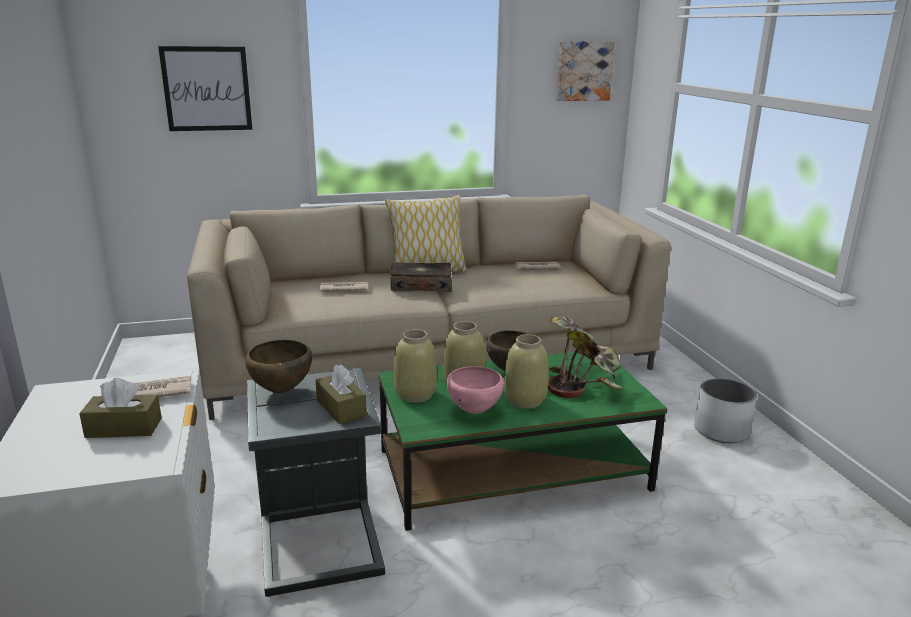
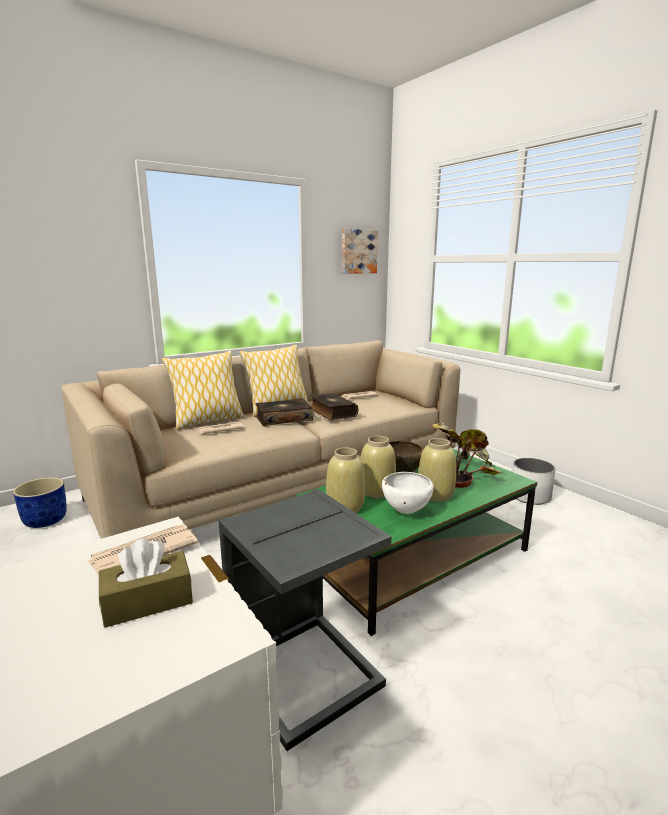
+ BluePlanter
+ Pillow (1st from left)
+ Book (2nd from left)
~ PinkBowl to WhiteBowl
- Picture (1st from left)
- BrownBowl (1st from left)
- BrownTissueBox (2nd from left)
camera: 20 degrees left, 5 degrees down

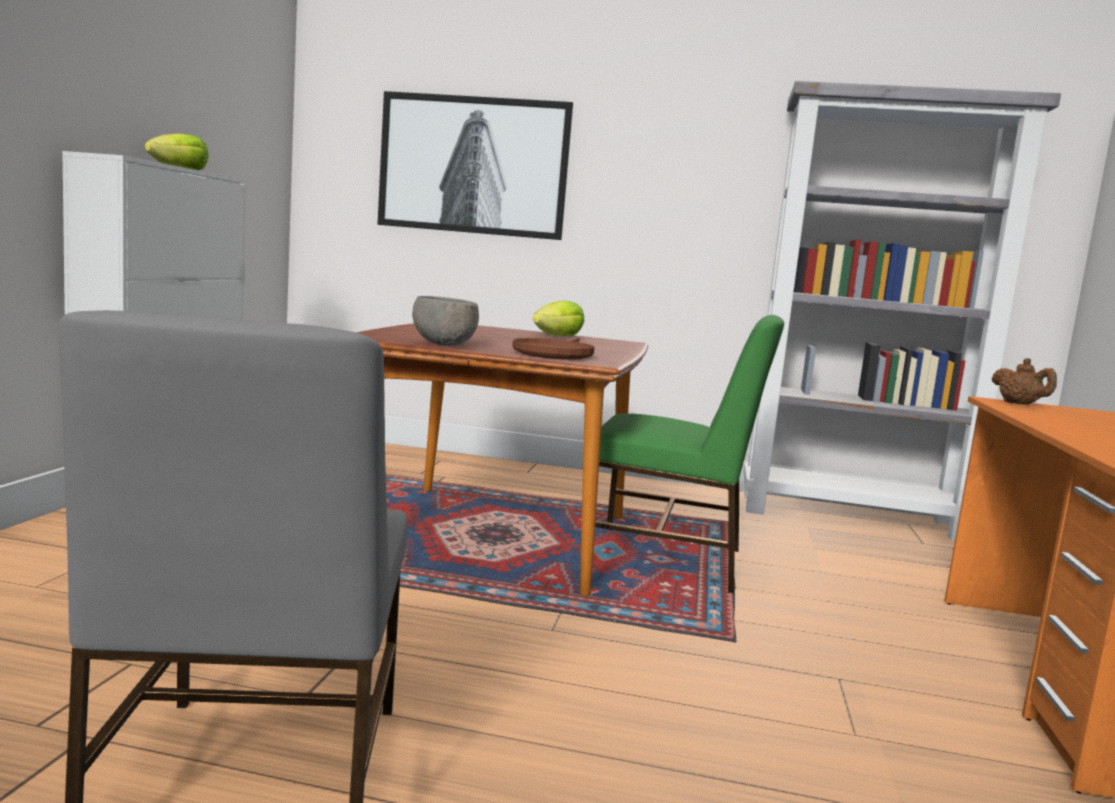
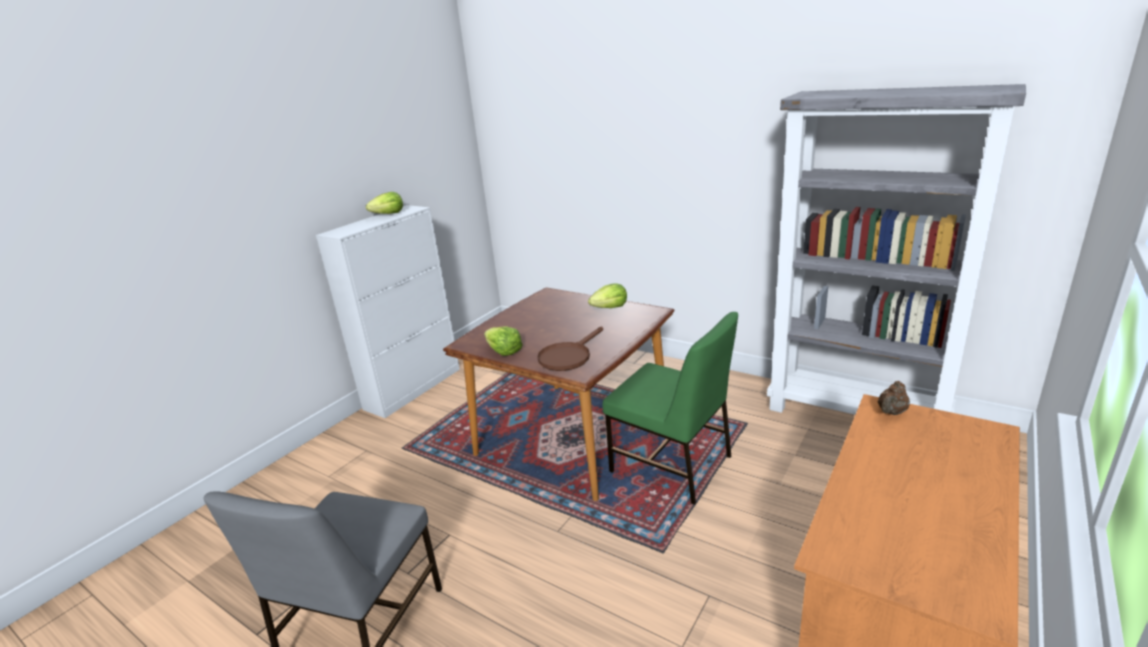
~ GreyBowl to Lettuce (2nd from left)
~ BrownTeapot 45 degrees clockwise
- Picture
camera: 25 degrees right, 15 degrees up

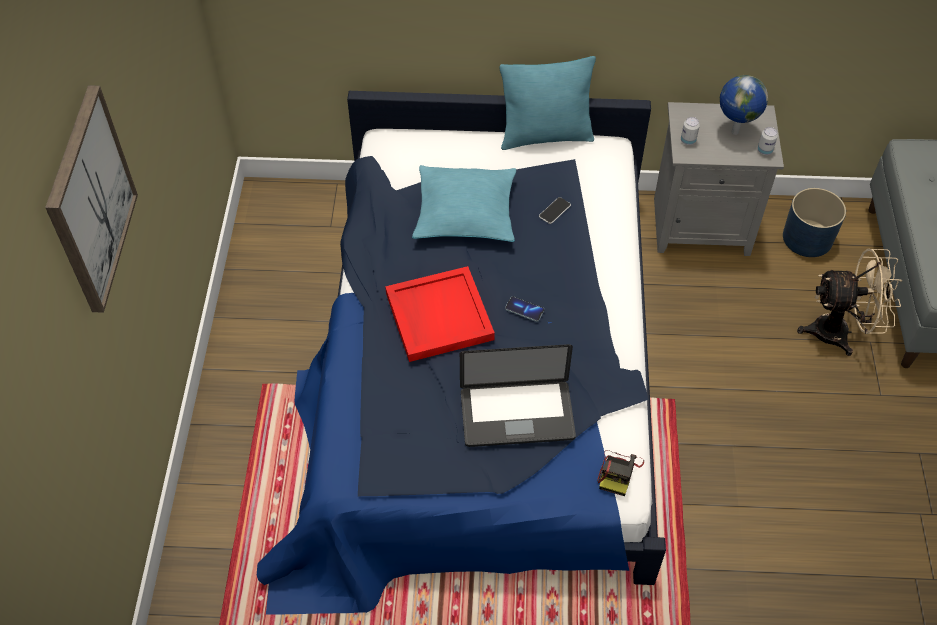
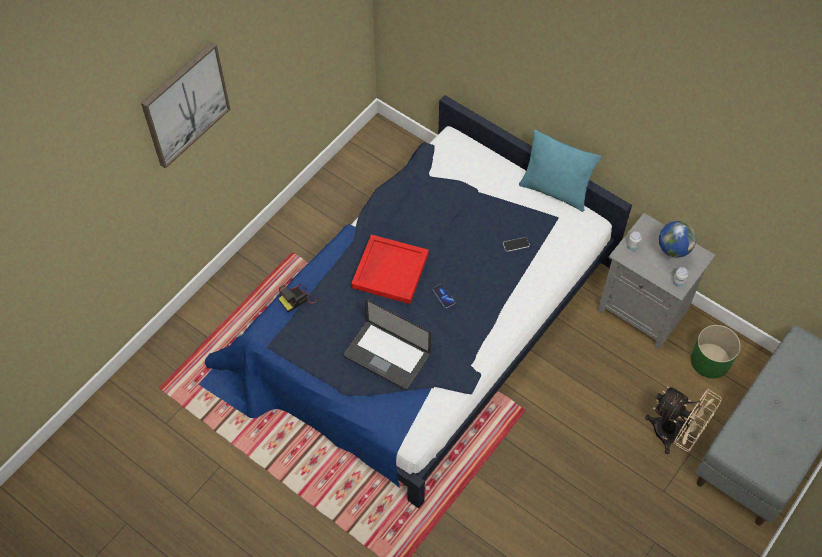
~ PhotoCamera
~ BluePlanter to GreenPlanter
- TurquoisePillow (1st from left)
camera: 35 degrees right, 5 degrees up

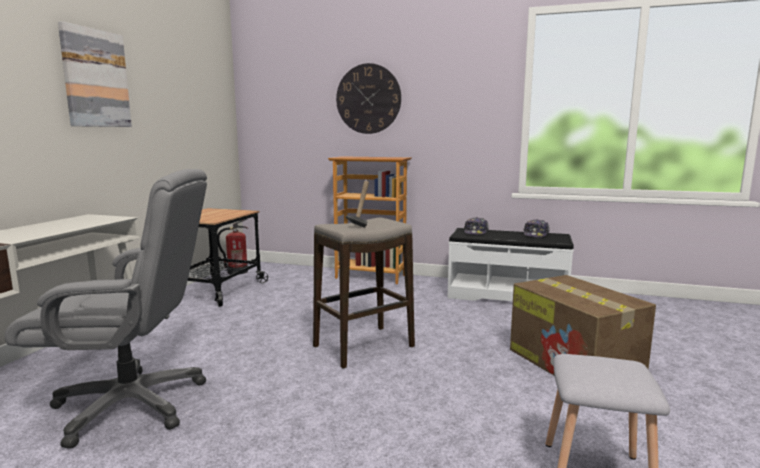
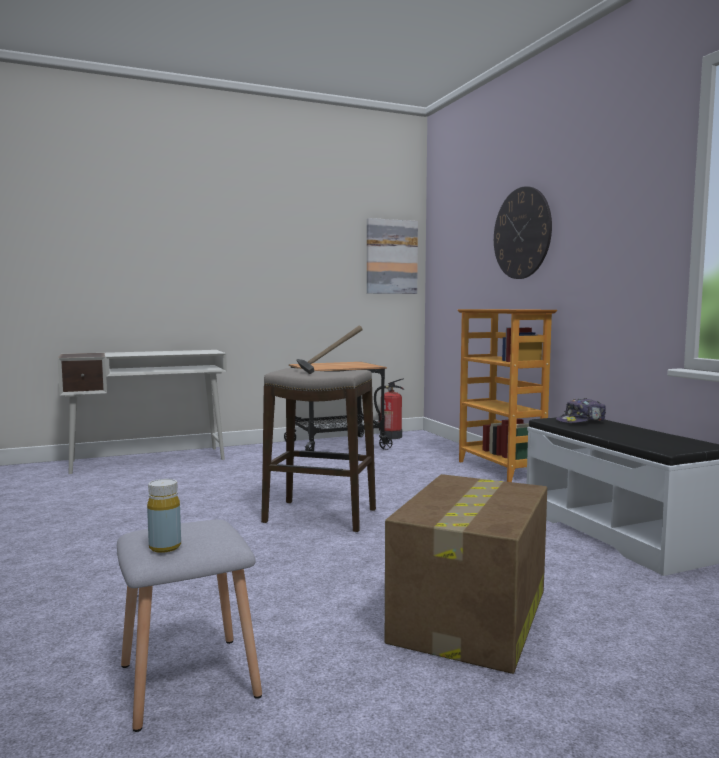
+ YellowBottle
~ Picture
- GreyOfficeChair
- Cap (2nd from left)
camera: 50 degrees right, 5 degrees down

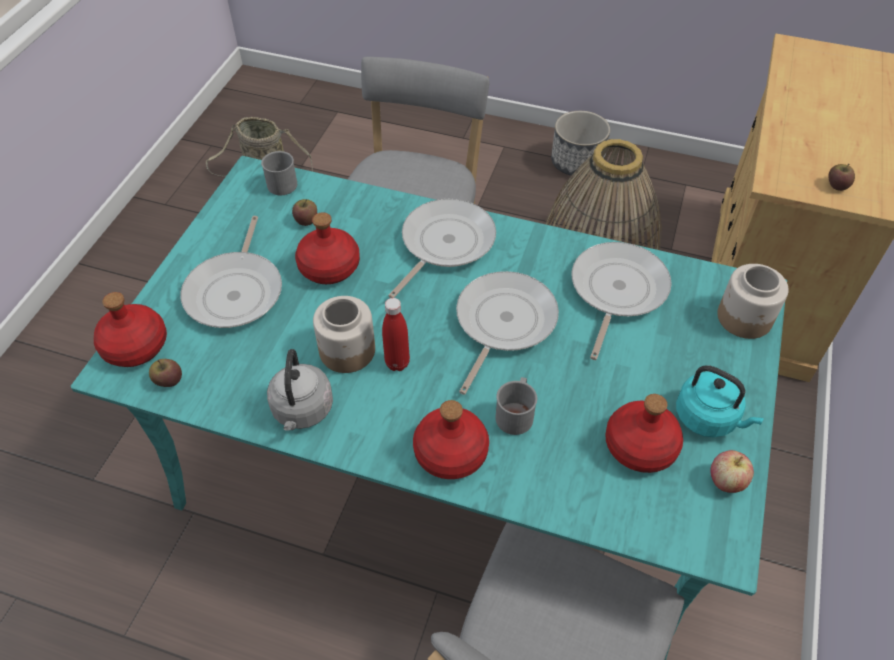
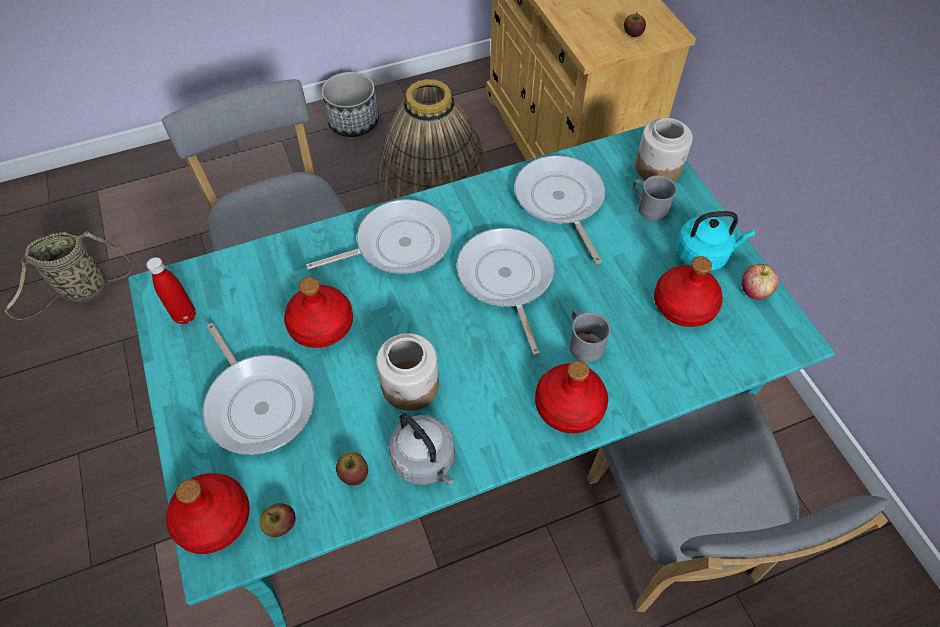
~ RedBottle (3rd from left in the first image) to RedBottle (1st from left)
~ FryingPan (2nd from left) 75 degrees clockwise
~ Apple (2nd from left)
~ GreyMug (1st from left in the first image) to GreyMug (2nd from left)
camera: 40 degrees left, 5 degrees up

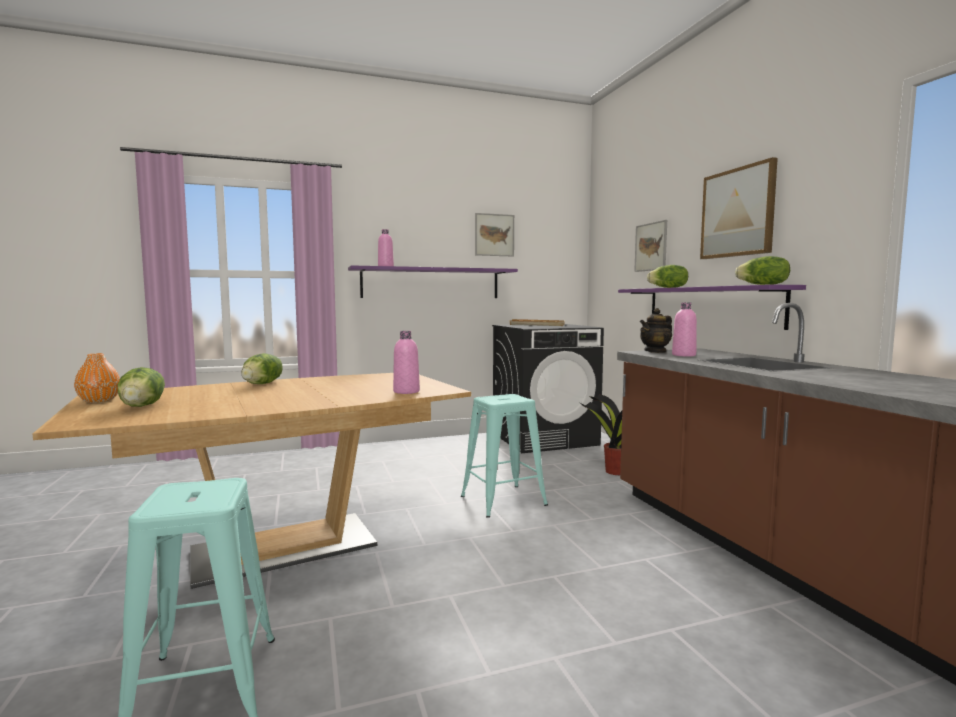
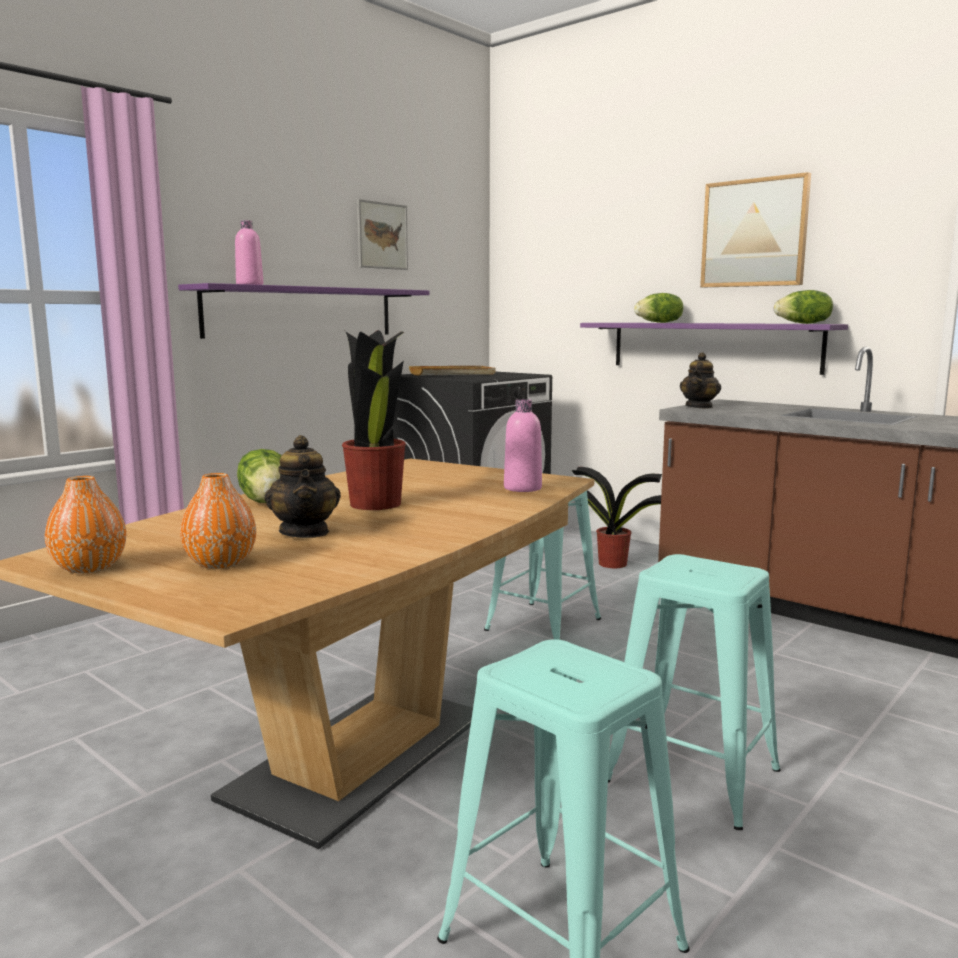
~ Lettuce (1st from left) to OrangeVase (2nd from left)
+ Teapot (1st from left)
+ PottedPlant (1st from left)
+ TurquoiseStool (3rd from left)
- Picture (2nd from left)
- PinkBottle (3rd from left)
camera: 30 degrees left, 5 degrees up

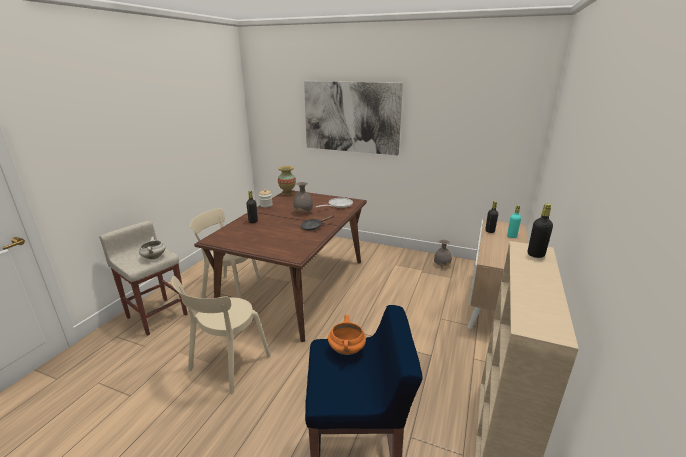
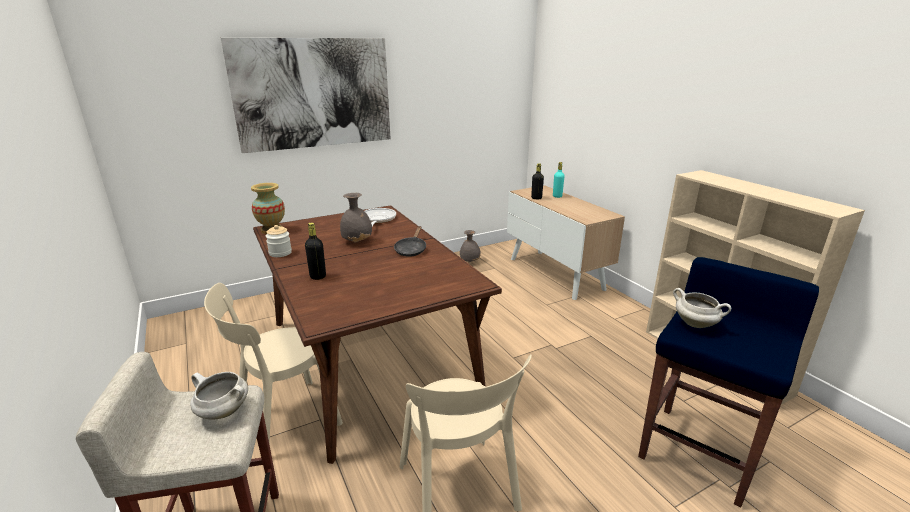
~ OrangeCookingPot to WhiteCookingPot (2nd from left)
- BlackBottle (3rd from left)
camera: 50 degrees left, 0 degrees up

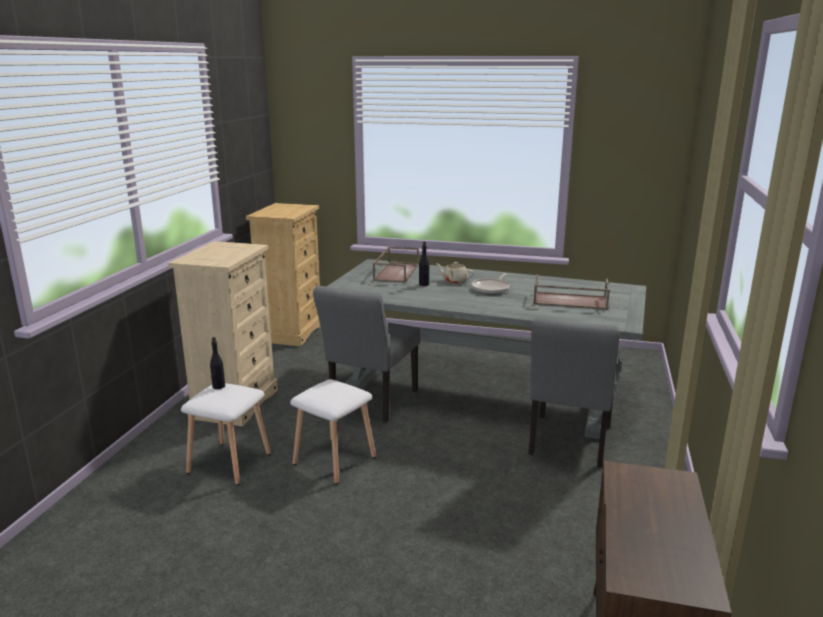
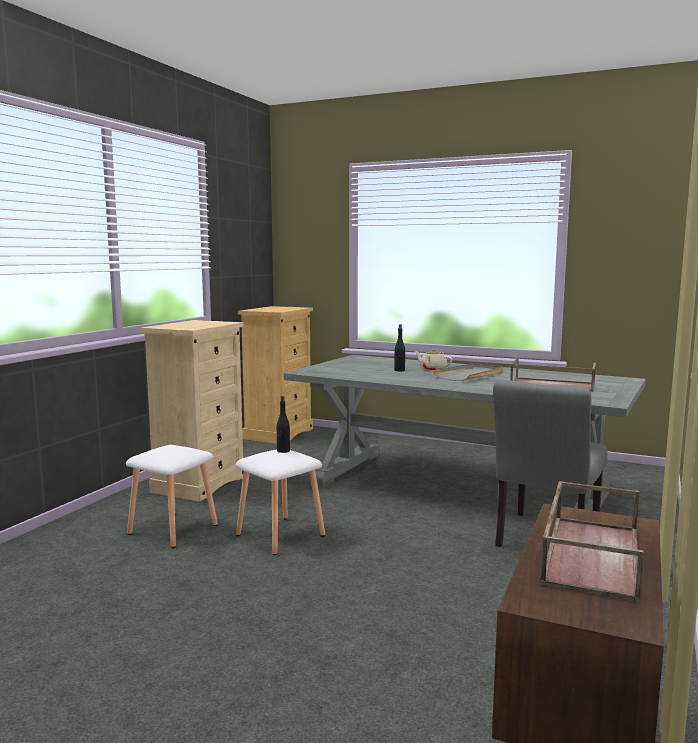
~ BlackBottle (1st from left)
~ FryingPan to GreyTray
~ BrownTray (1st from left in the first image) to BrownTray (2nd from left)
- GreyChair (1st from left)
camera: 10 degrees right, 10 degrees down

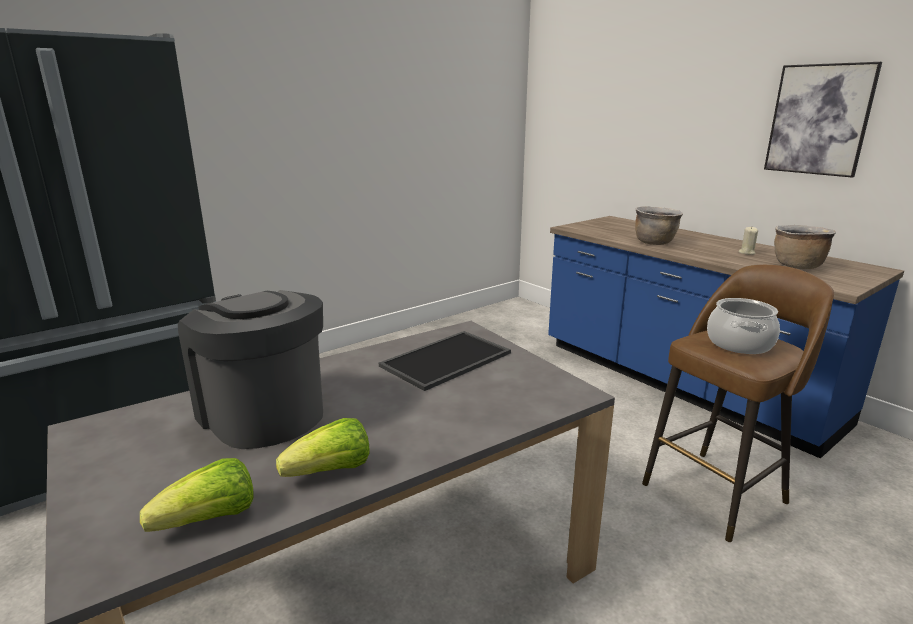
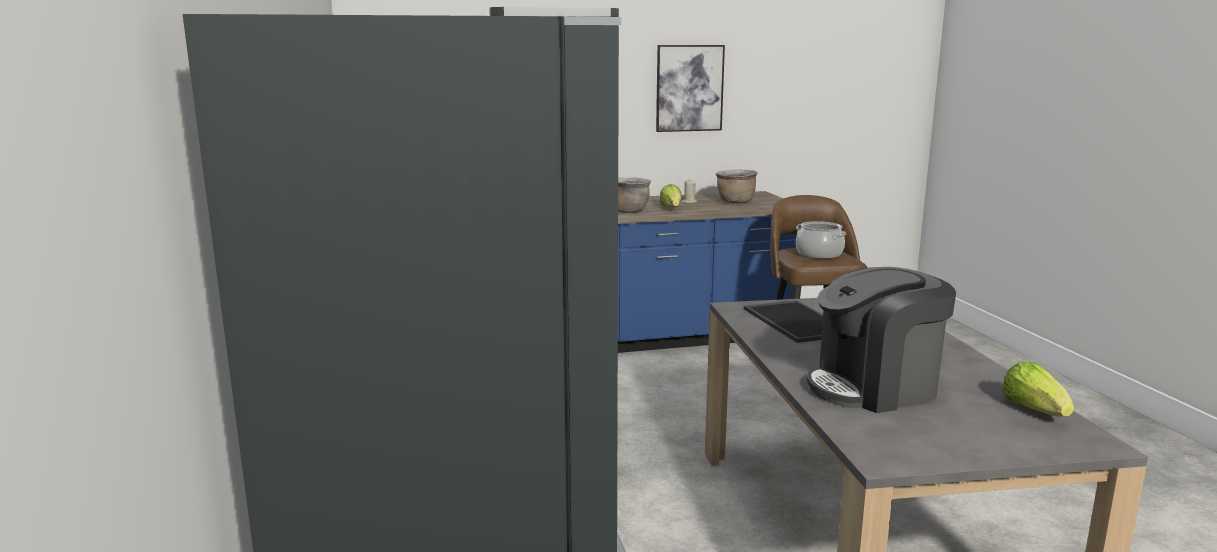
~ Lettuce (2nd from left in the first image) to Lettuce (1st from left)
camera: 65 degrees left, 5 degrees down

